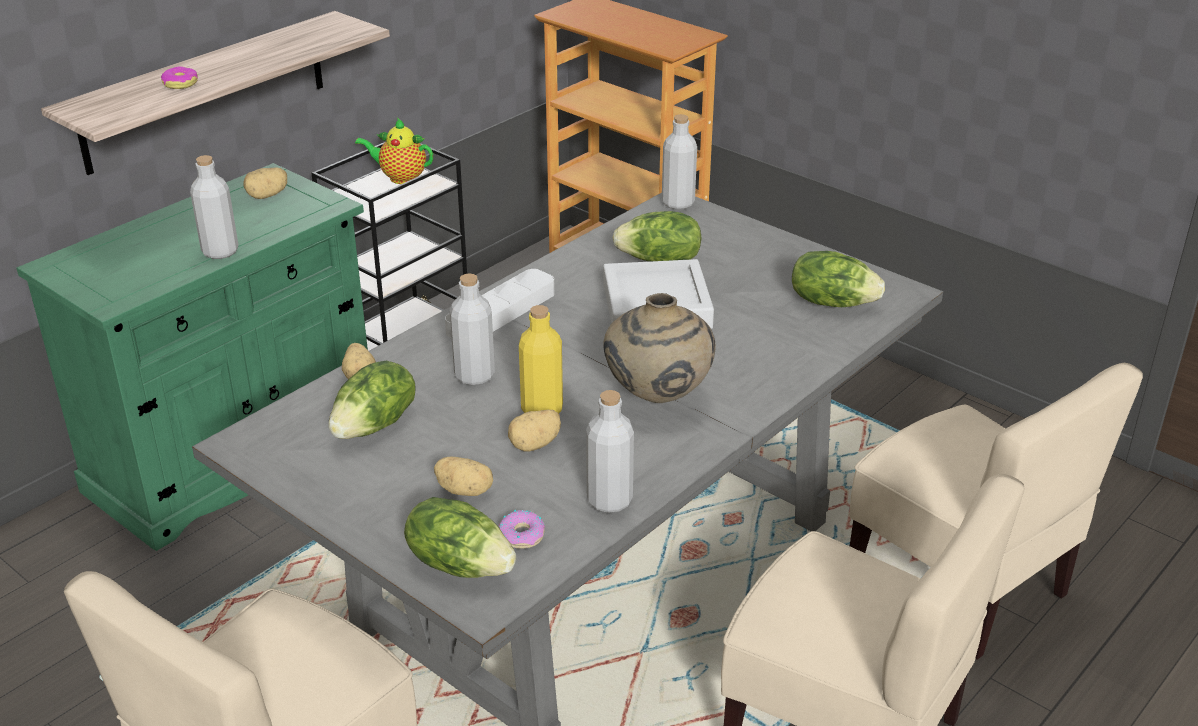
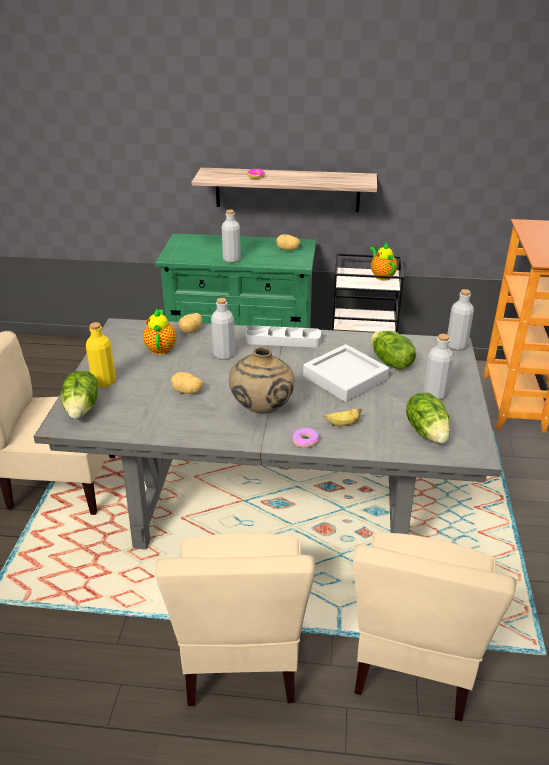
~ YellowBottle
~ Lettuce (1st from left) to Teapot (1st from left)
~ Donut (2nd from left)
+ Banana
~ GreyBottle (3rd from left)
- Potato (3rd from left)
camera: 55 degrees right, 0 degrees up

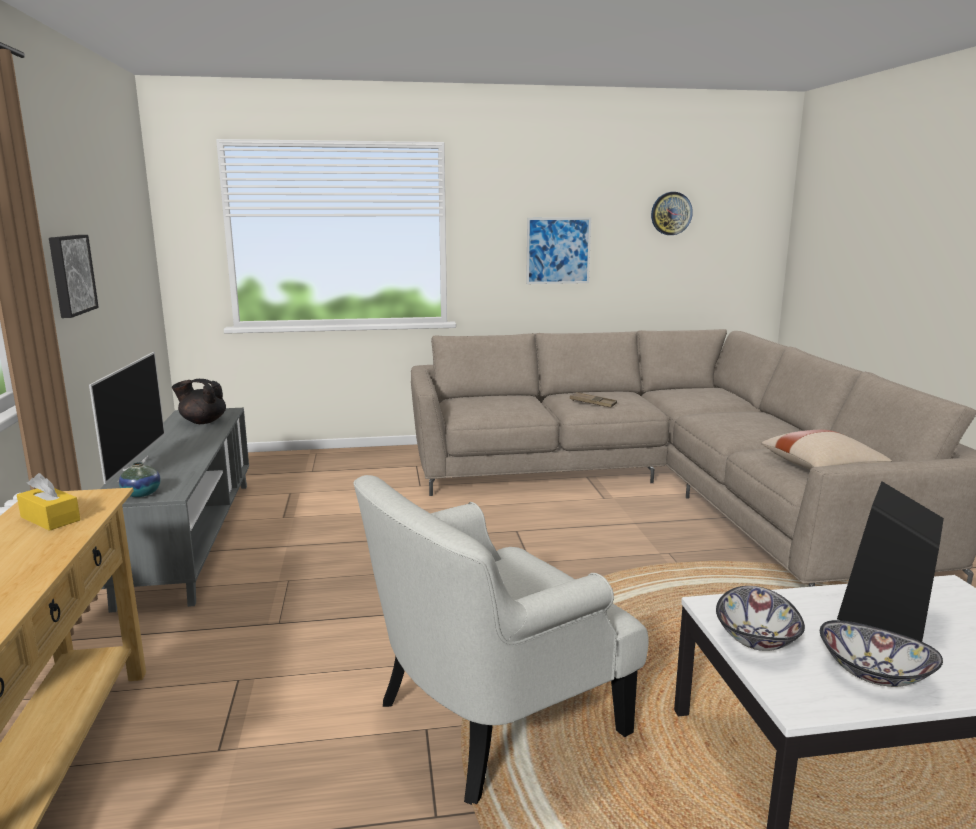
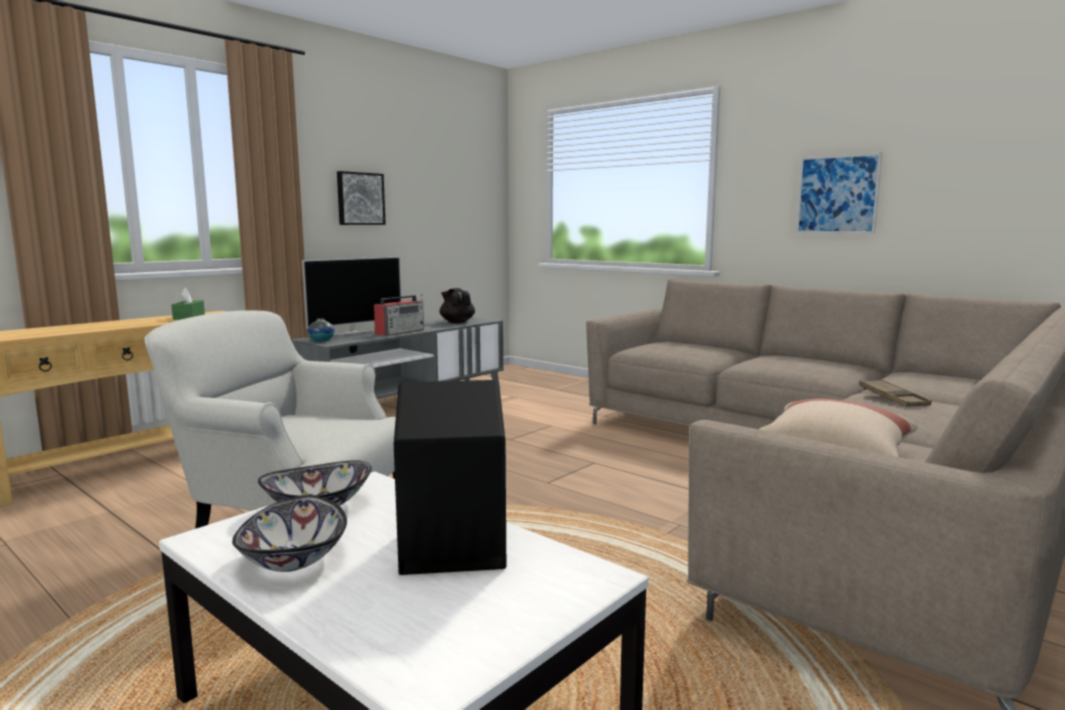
~ YellowTissueBox to GreenTissueBox
+ Radio
~ BrownTray
- WallClock
camera: 50 degrees right, 5 degrees down

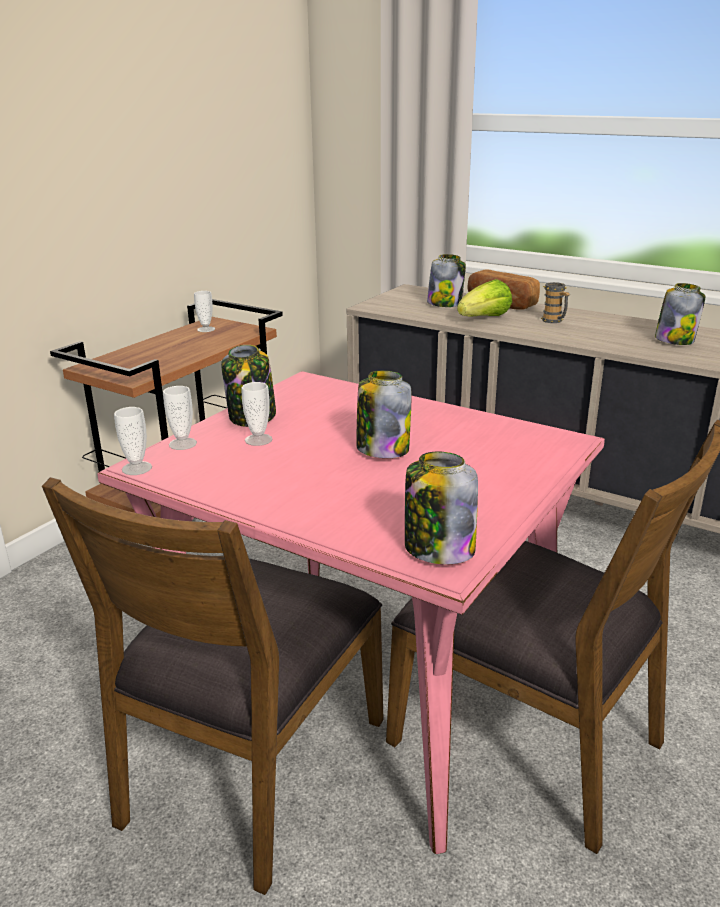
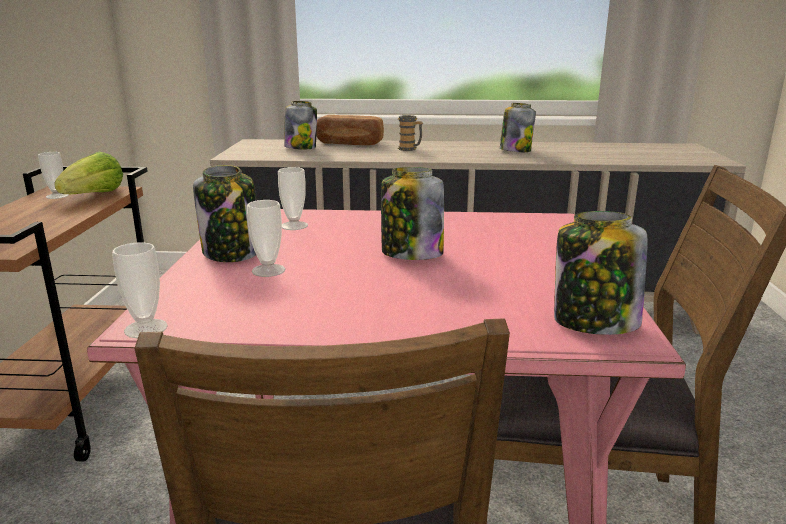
~ Lettuce
~ Cup (2nd from left in the first image) to Cup (4th from left)
camera: 30 degrees left, 5 degrees down

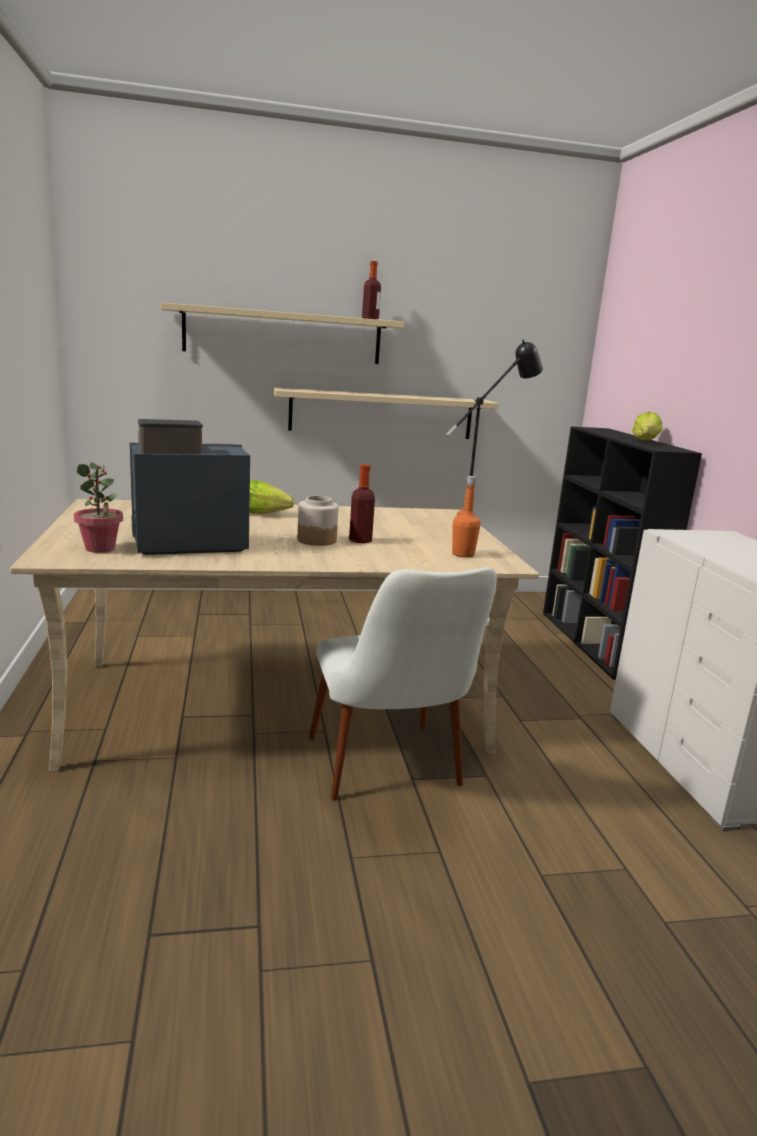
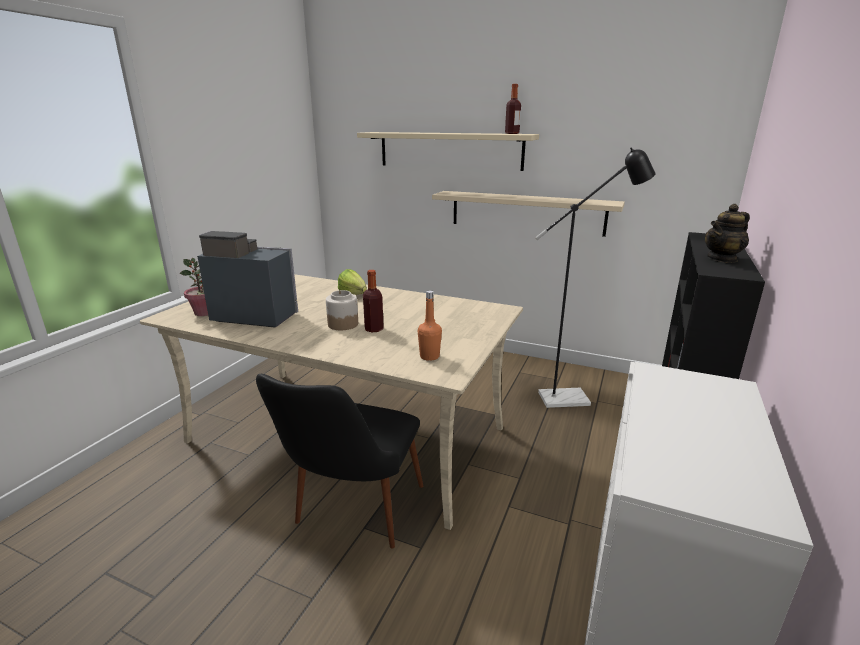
~ WhiteChair to BlackChair
~ Lettuce (2nd from left) to Teapot
camera: 35 degrees right, 5 degrees up

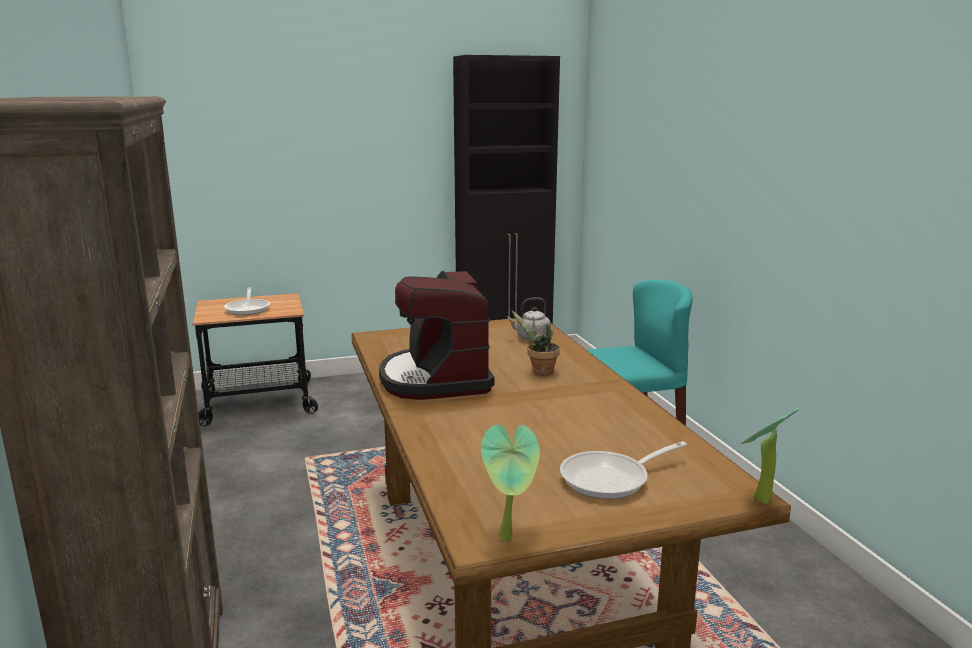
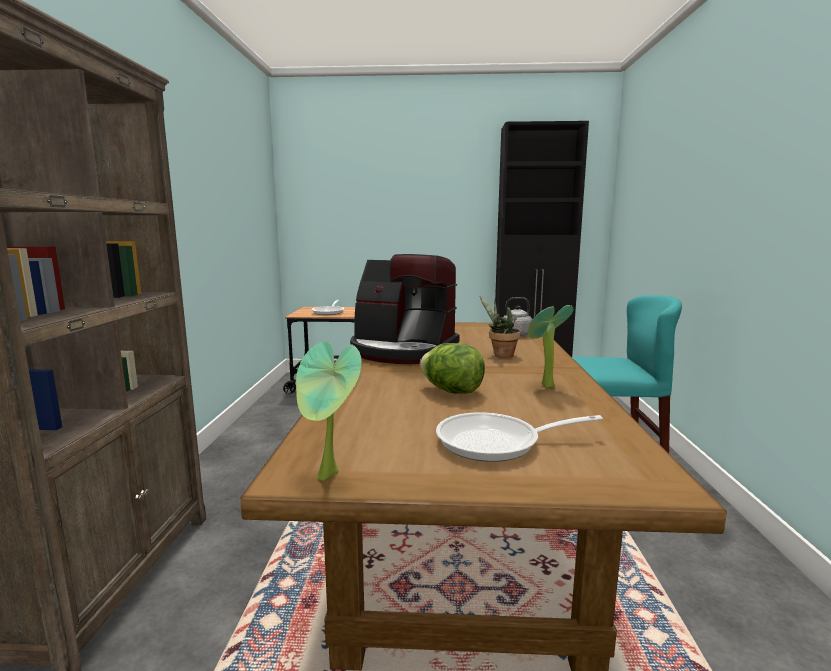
~ CoffeeMachine 75 degrees counterclockwise
+ Lettuce
~ PottedPlant (3rd from left)
camera: 20 degrees right, 5 degrees down

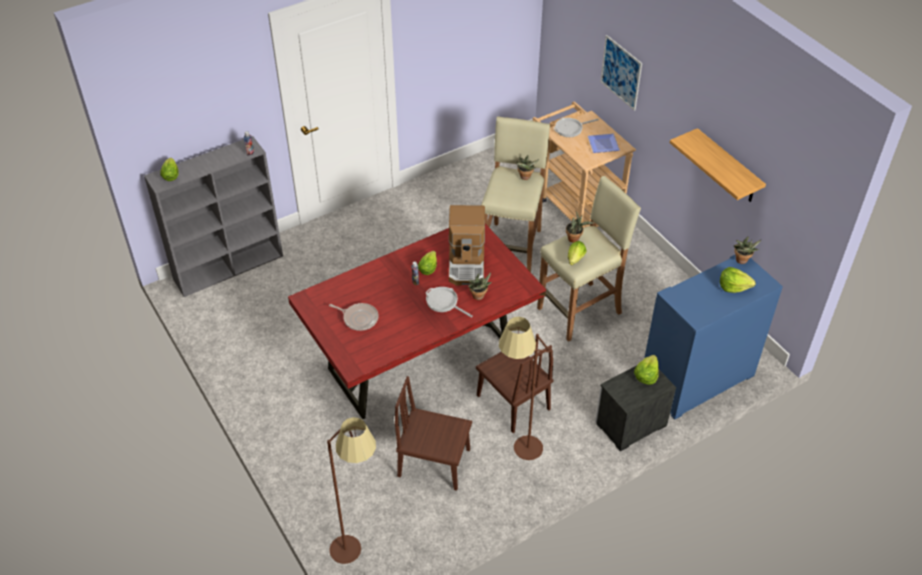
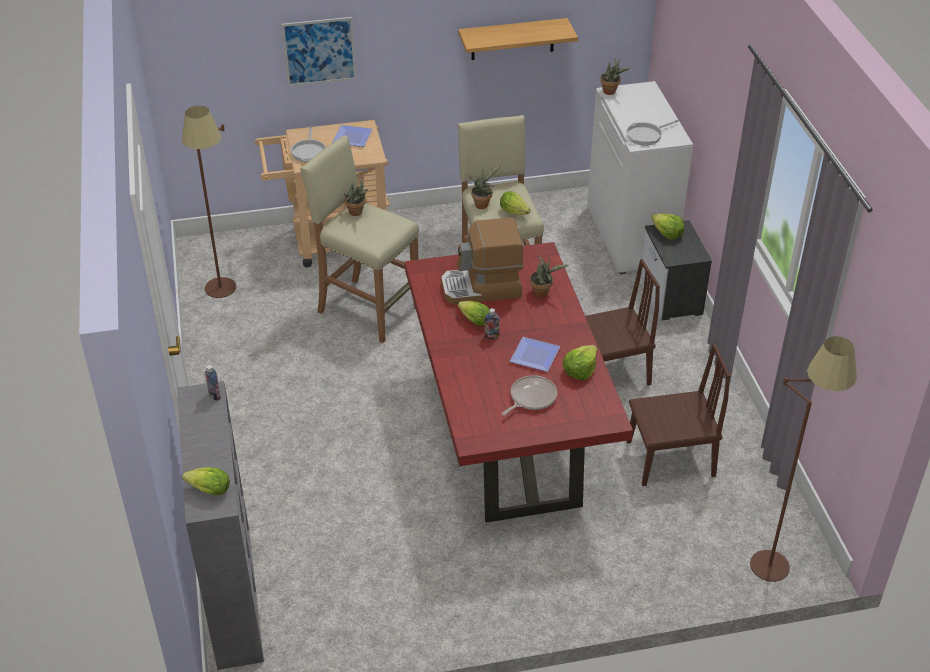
~ BrownFloorLamp (2nd from left in the first image) to BrownFloorLamp (1st from left)
~ CoffeeMachine 150 degrees clockwise
+ Plate (2nd from left)
~ Lettuce (5th from left in the first image) to Lettuce (4th from left)
~ BlueCabinet to WhiteCabinet
~ FryingPan (2nd from left in the first image) to FryingPan (3rd from left)
~ BrownChair (1st from left in the first image) 135 degrees counterclockwise
camera: 70 degrees left, 5 degrees down

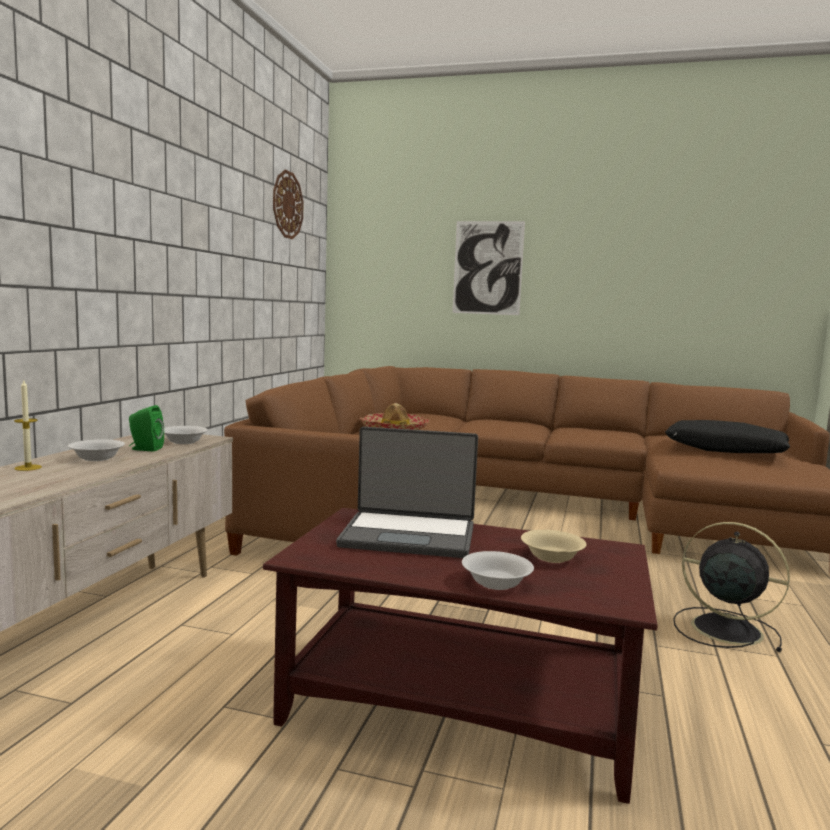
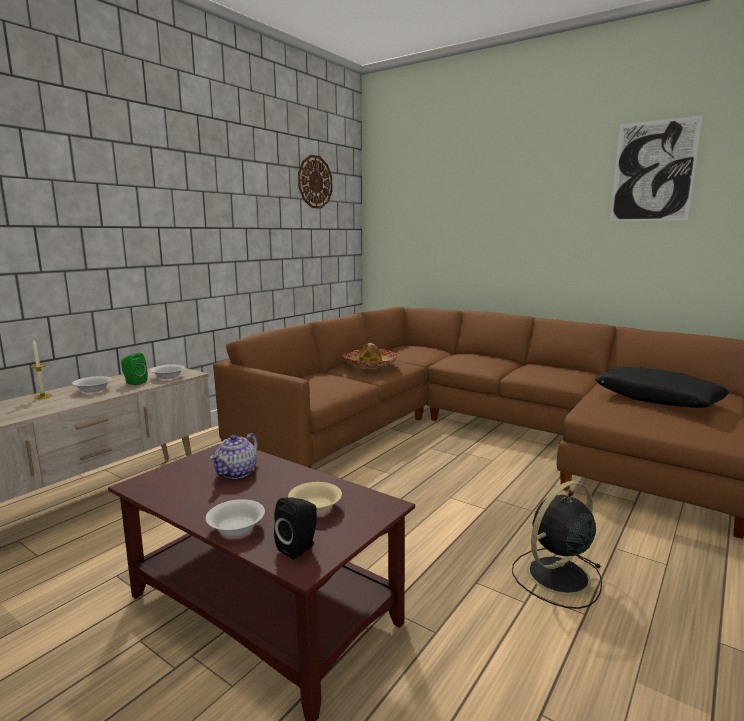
~ Laptop to Teapot
+ BlackSpeaker
~ BlackFan 90 degrees counterclockwise
~ Picture
camera: 20 degrees right, 5 degrees up

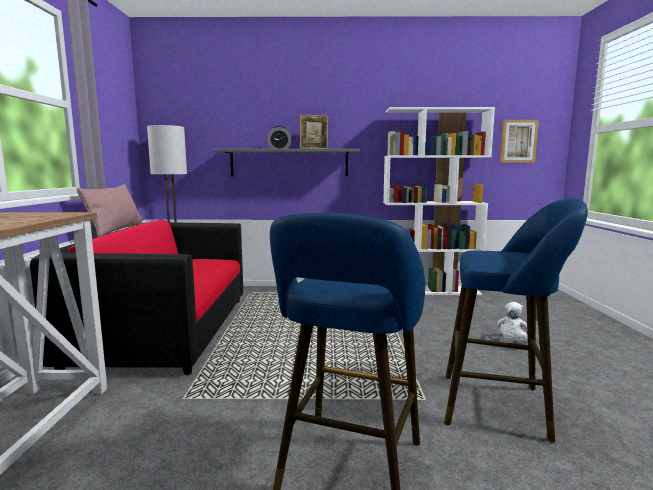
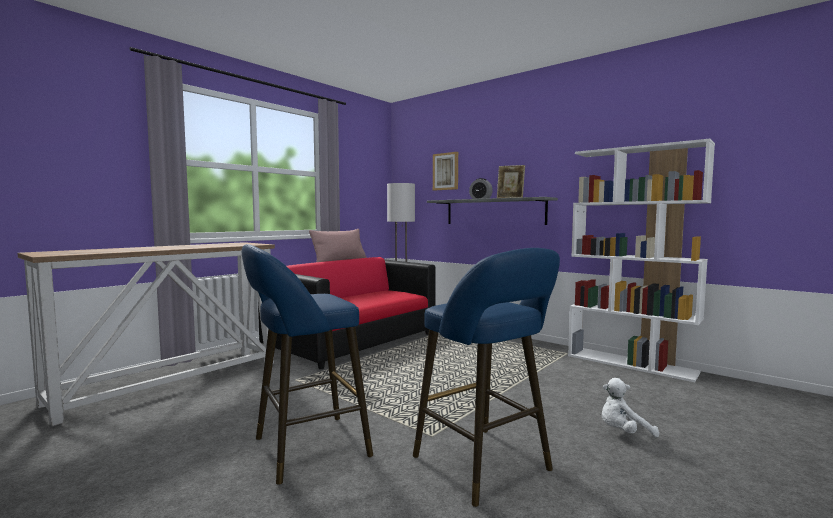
~ Picture
camera: 40 degrees right, 5 degrees down

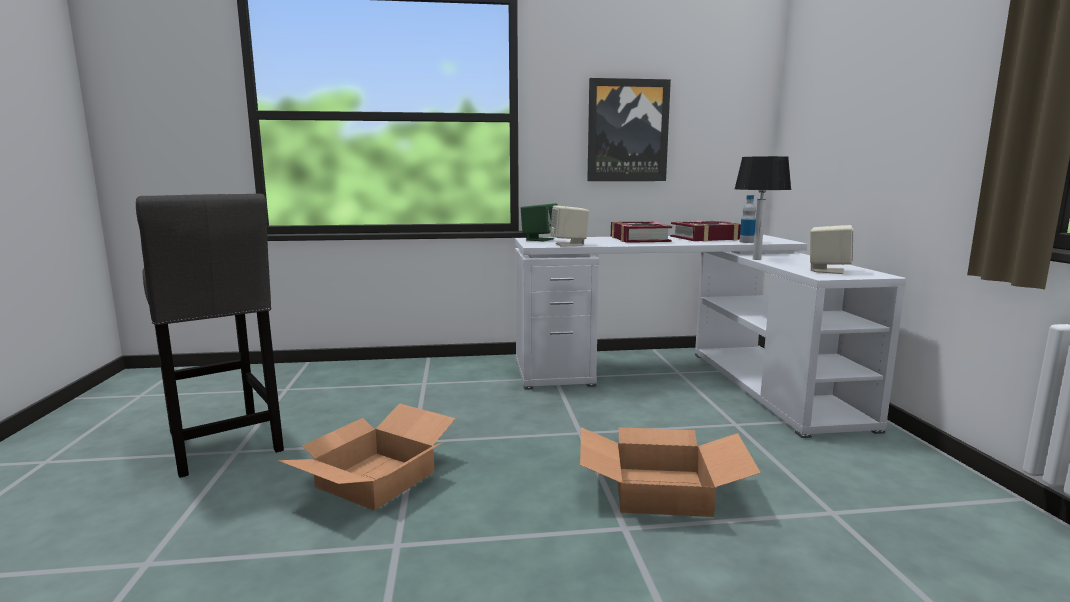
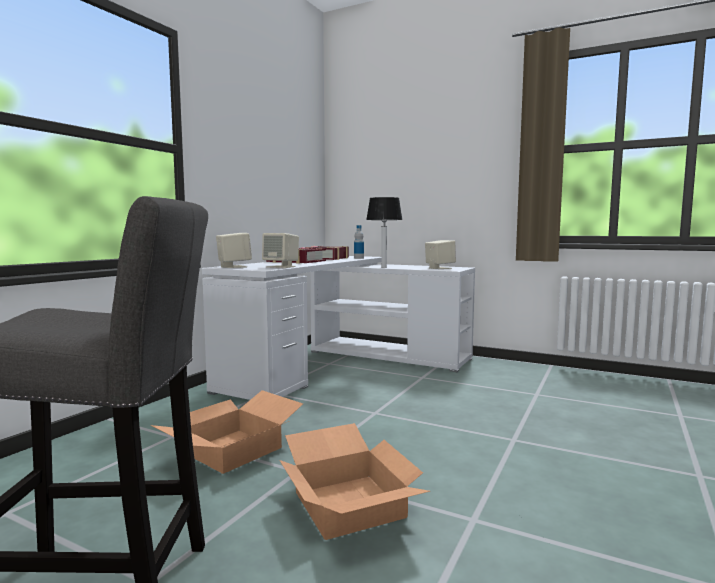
~ CardboardBox (2nd from left in the first image) to CardboardBox (1st from left)
~ GreenSpeaker to BeigeSpeaker (1st from left)
- Picture
camera: 55 degrees left, 5 degrees down

